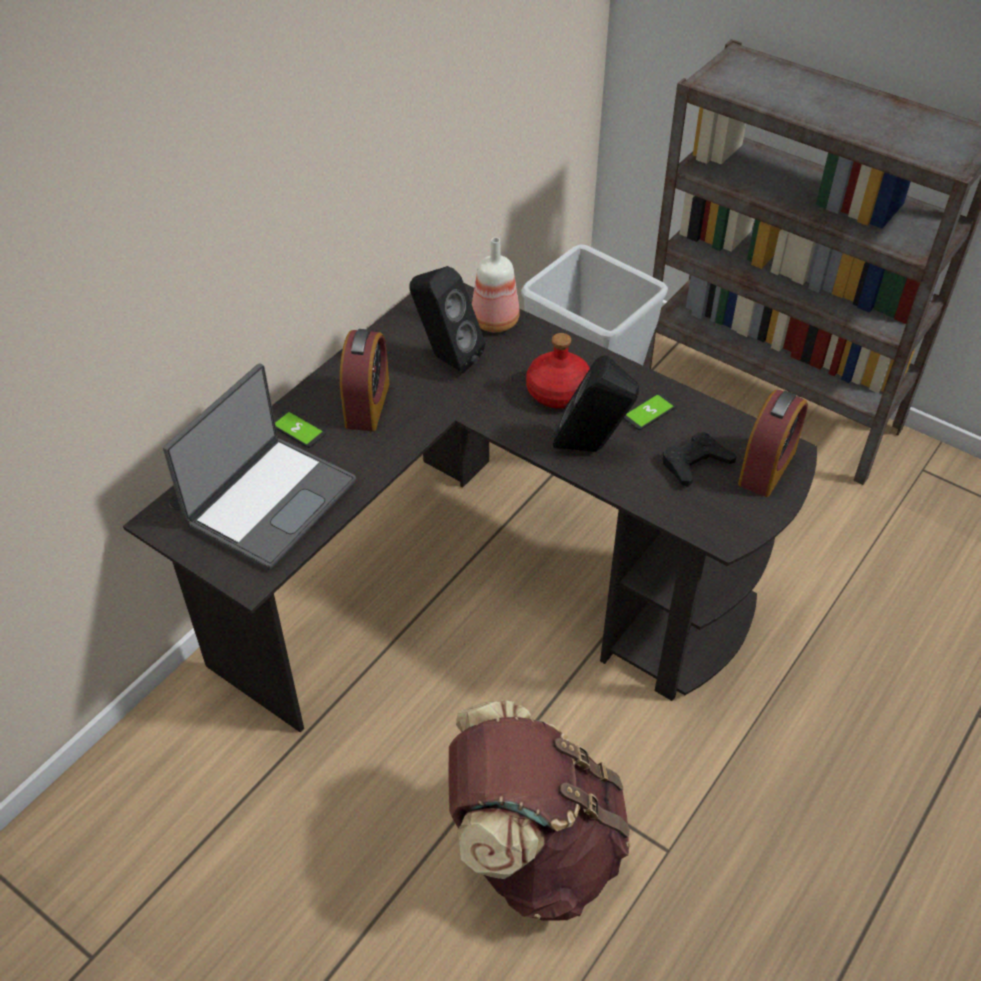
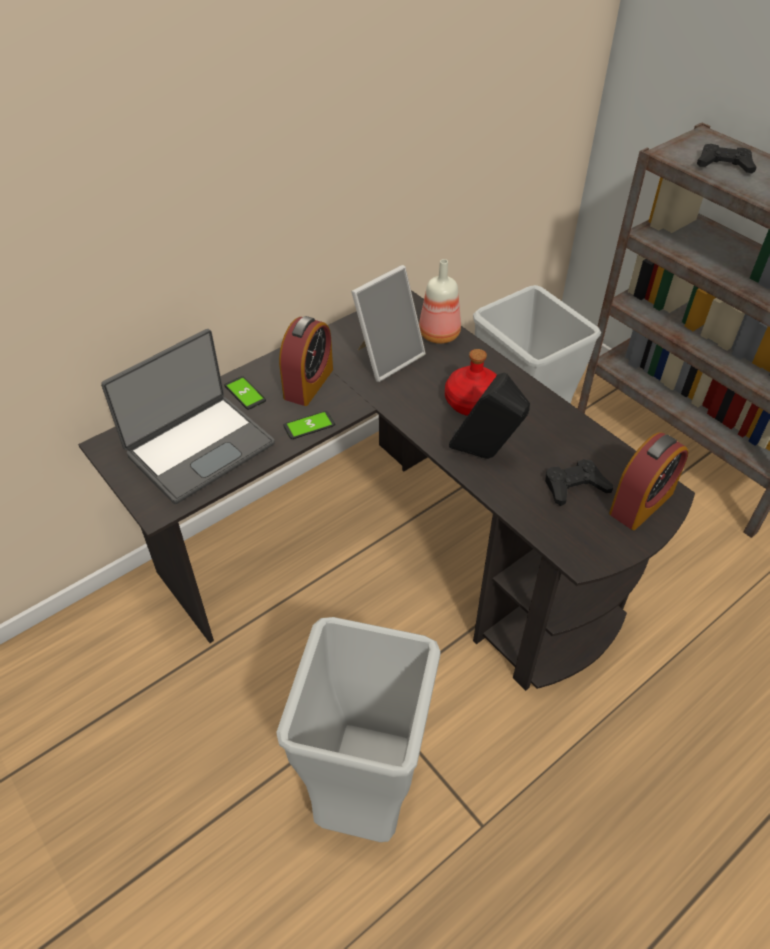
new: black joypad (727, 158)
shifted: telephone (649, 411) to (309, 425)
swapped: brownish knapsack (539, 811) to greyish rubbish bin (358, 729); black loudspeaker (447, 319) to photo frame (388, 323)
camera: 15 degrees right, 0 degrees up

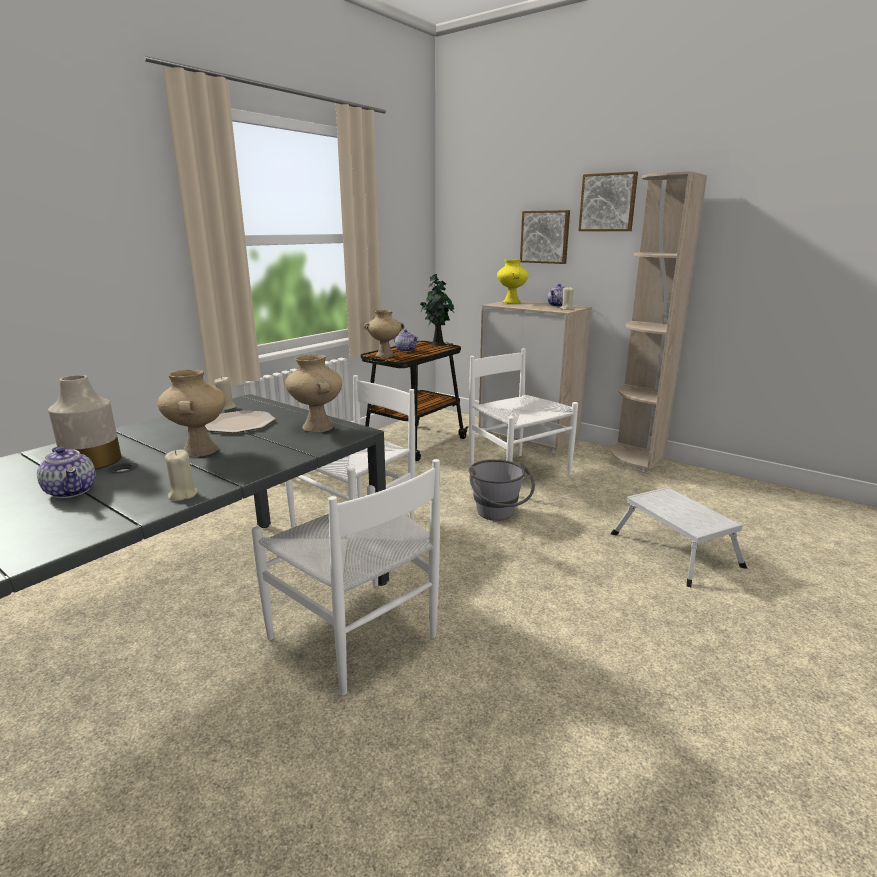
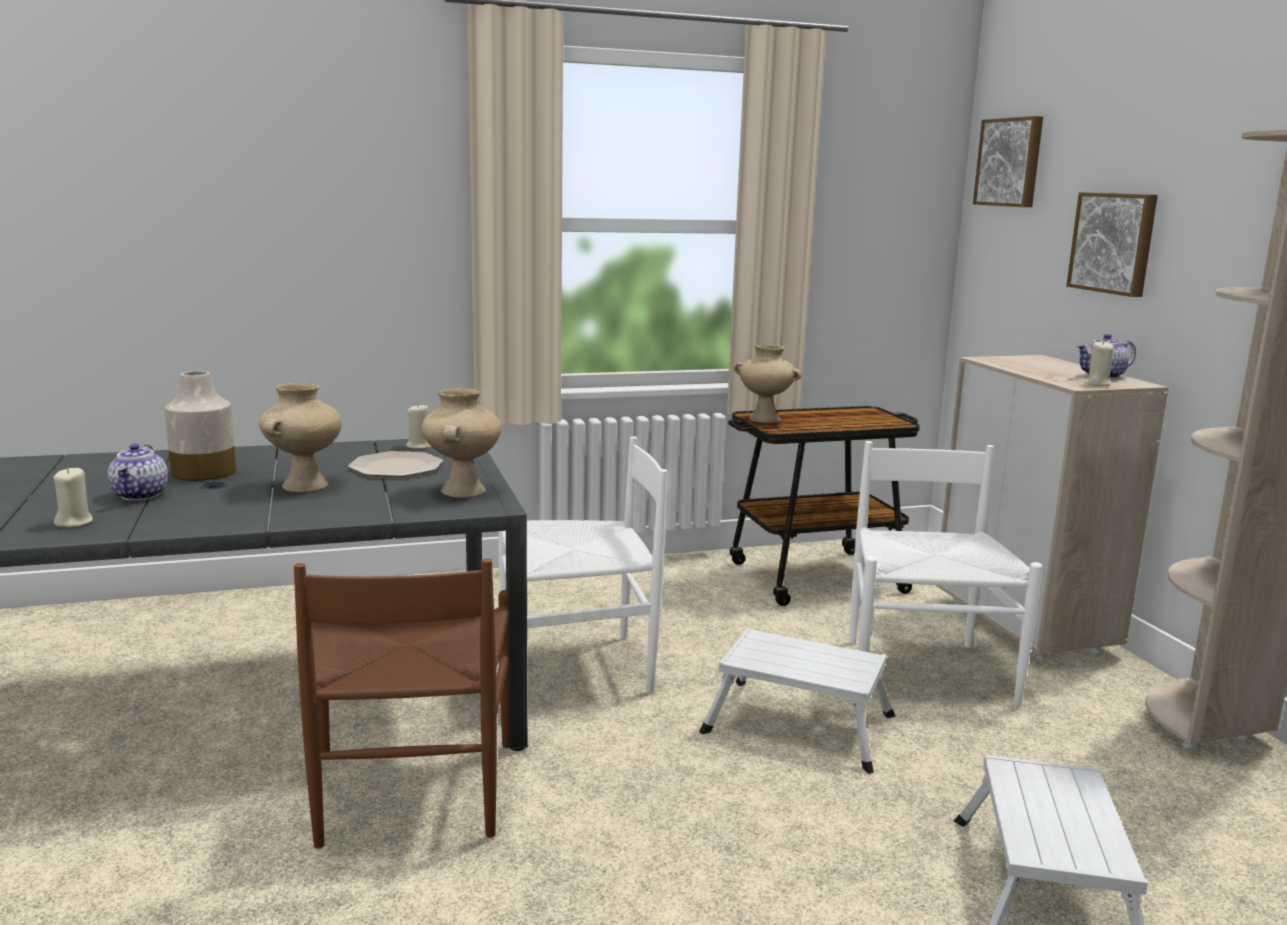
gone: pot for tea (406, 340); plant in a pot (437, 310); yellow-coloured flower vase (513, 281)
shifted: beige-coloured candle (181, 475) to (73, 497); wall art (608, 201) to (1008, 161)
swapped: greyish water bucket (502, 490) to whitish stepladder (797, 701)
repainted: whitish chair (346, 577) to brownish chair (401, 703)
camera: 35 degrees right, 5 degrees down

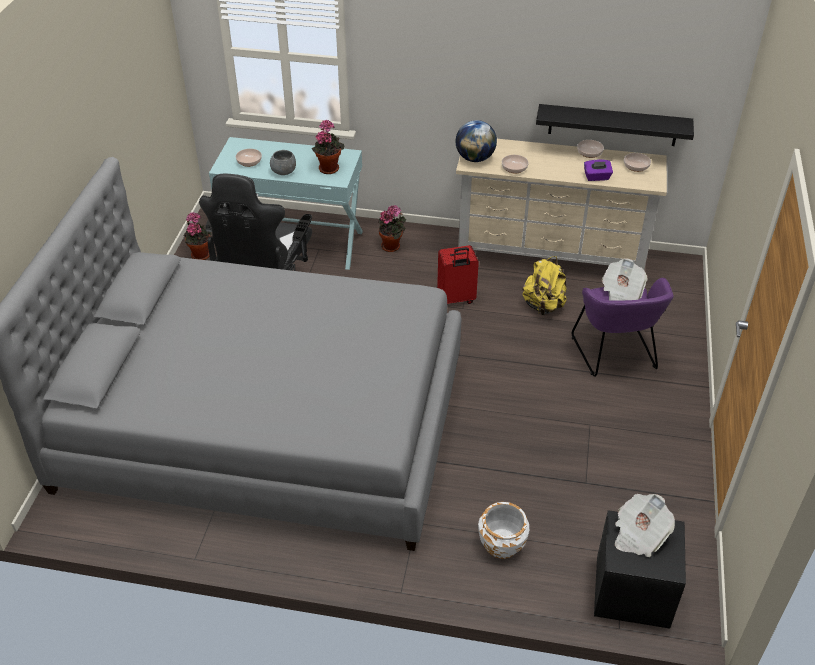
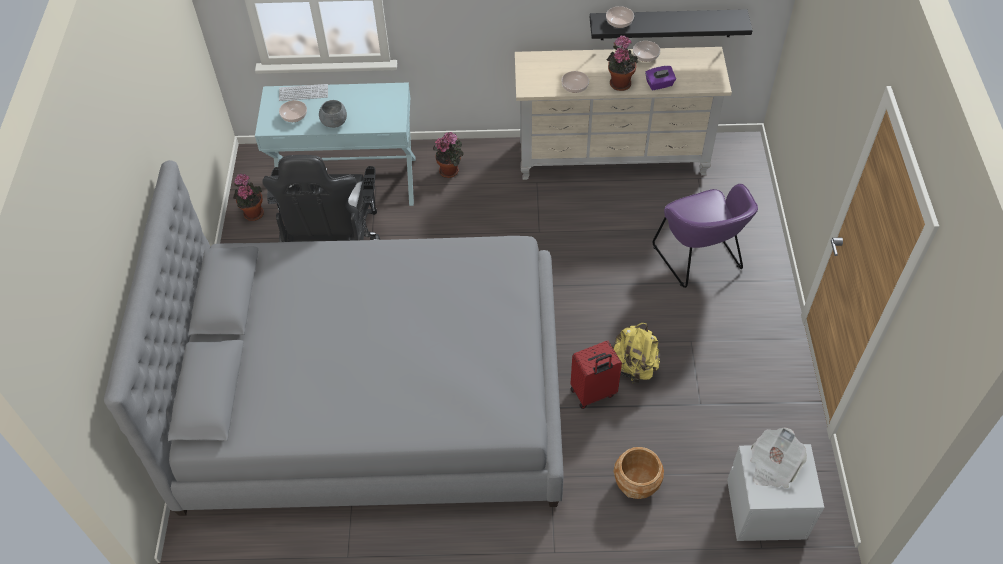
gone: world globe (476, 141); printed paper (625, 279)
new: computer keyboard (303, 92)
shifted: red-coloured suitcase (458, 275) to (596, 375); bowl (637, 162) to (620, 17); plant in a pot (328, 147) to (622, 63); yellow-coloured knapsack (544, 285) to (636, 353)
repainted: whitish planter (503, 530) to brownish planter (639, 473); black bedside table (640, 569) to whitish bedside table (775, 492)
camera: 10 degrees left, 10 degrees up

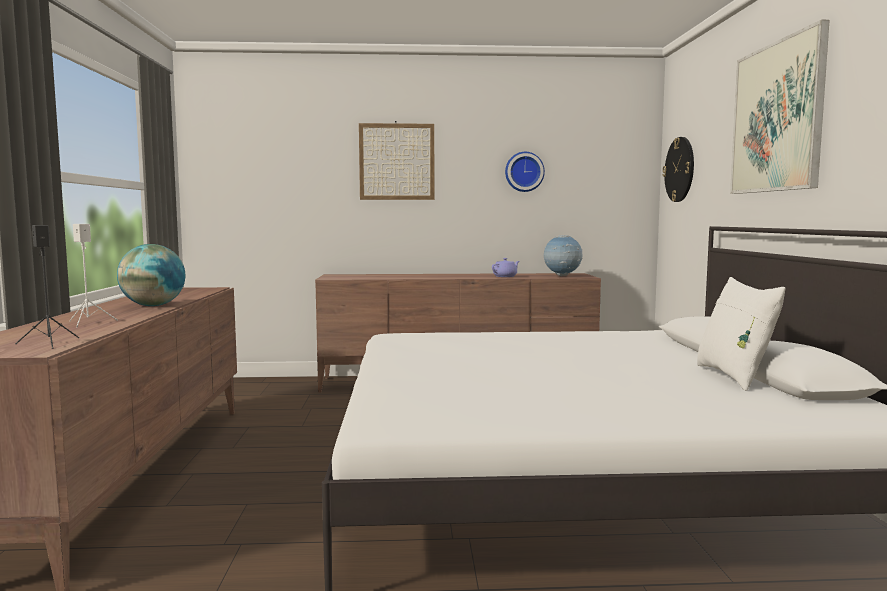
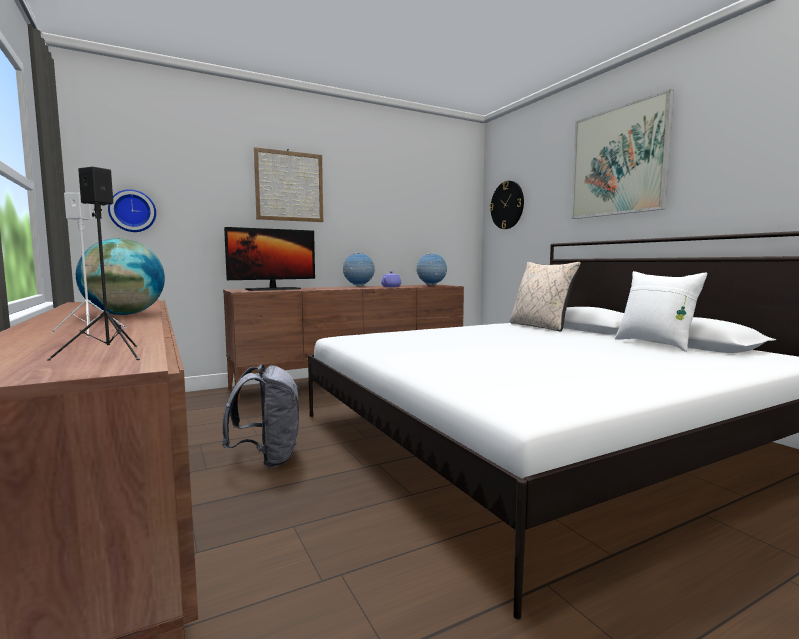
new: greyish knapsack (260, 416); monitor (269, 259); world globe (359, 269); beige-coloured cushion (545, 297)
shifted: clock on the wall (525, 172) to (132, 210)
camera: 25 degrees left, 0 degrees up

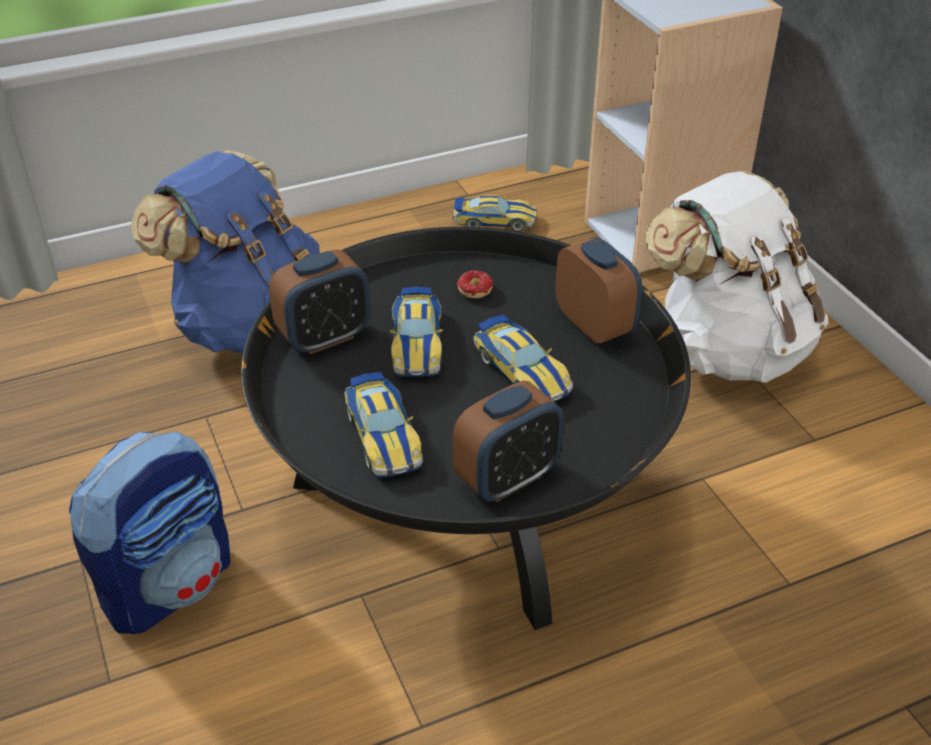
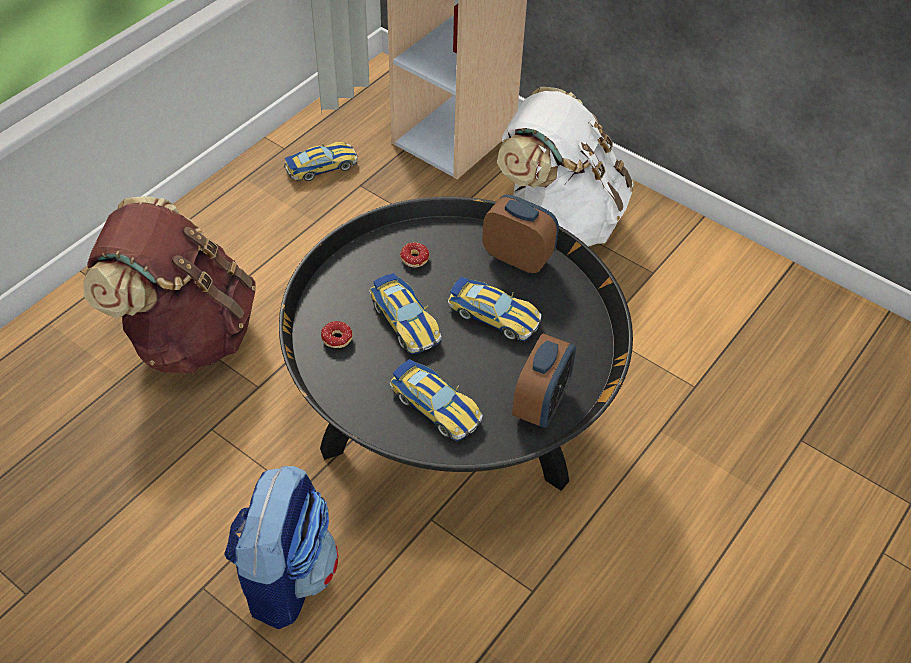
swapped: bedside clock (319, 302) to ring doughnut (337, 334)
repainted: blue knapsack (225, 252) to brownish knapsack (169, 285)
camera: 30 degrees left, 10 degrees up

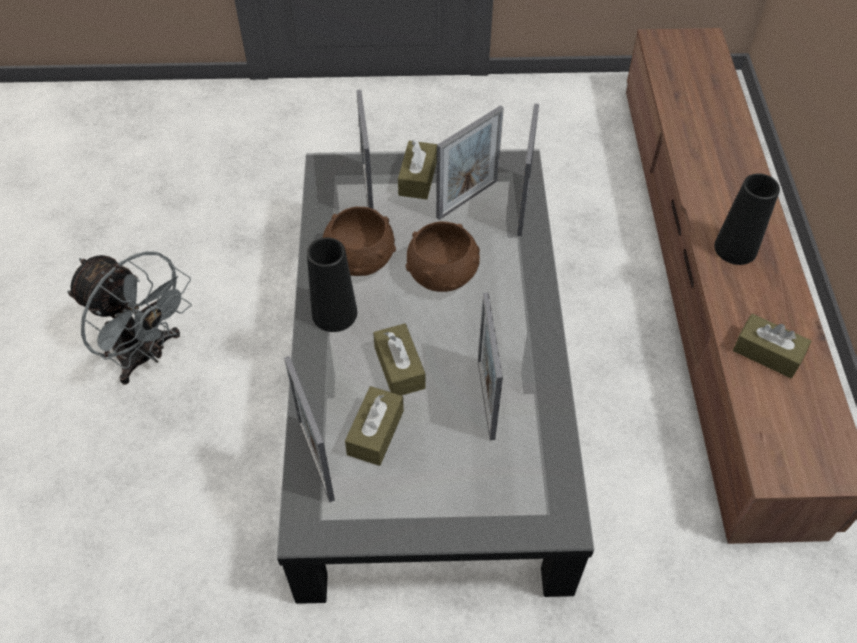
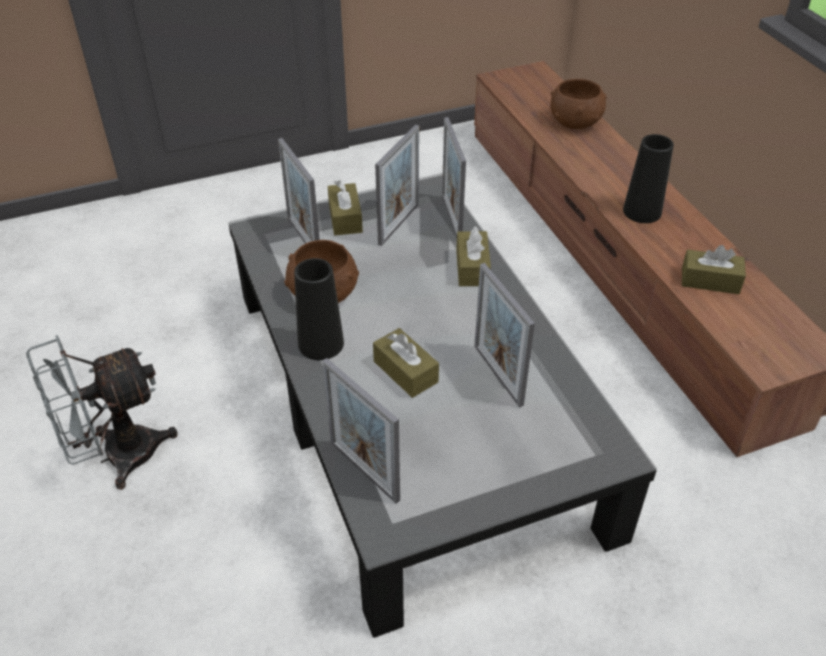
shifted: brownish tissue holder (374, 426) to (473, 256); brownish bowl (442, 256) to (579, 104)
rotated: greyish fan (129, 318) = (102, 412) 135 degrees clockwise
camera: 20 degrees left, 10 degrees down

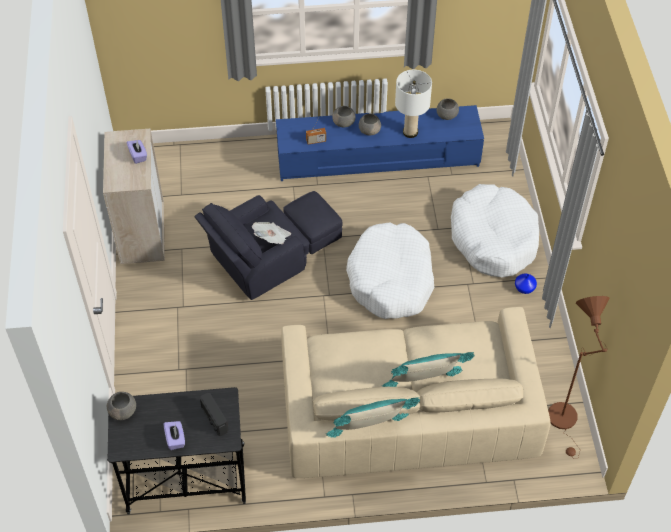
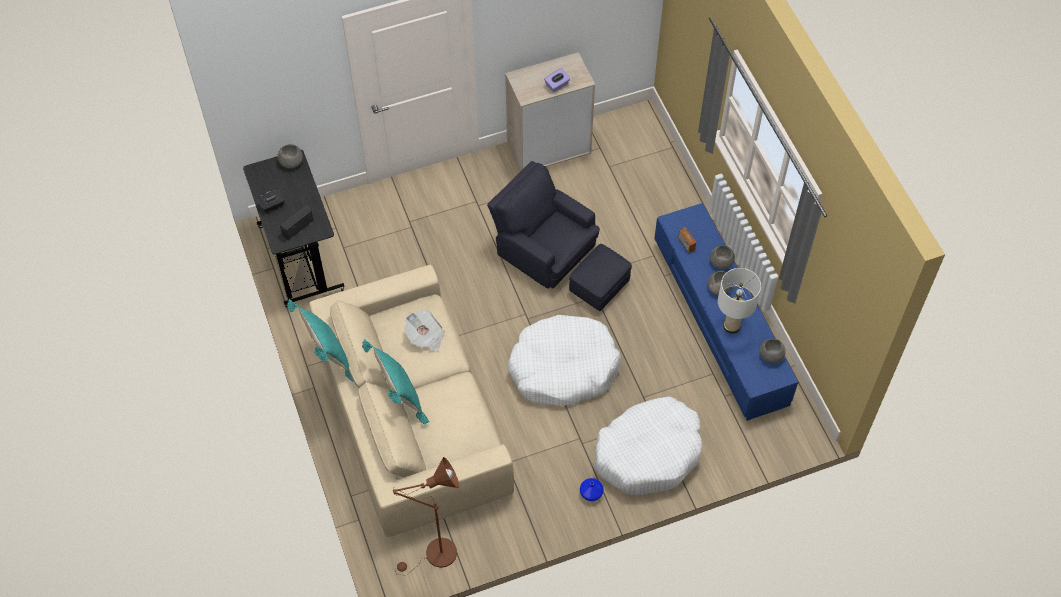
shifted: printed paper (271, 233) to (424, 331)
repainted: purplish tissue holder (174, 435) to black tissue holder (271, 201)
camera: 75 degrees right, 5 degrees up

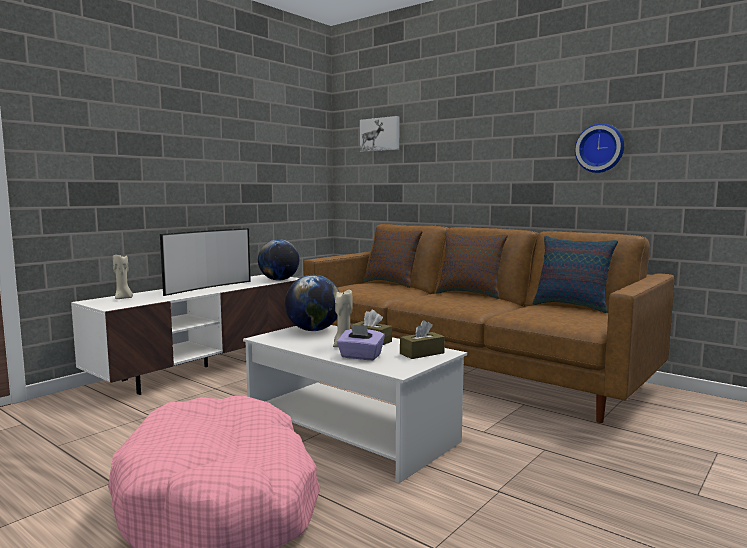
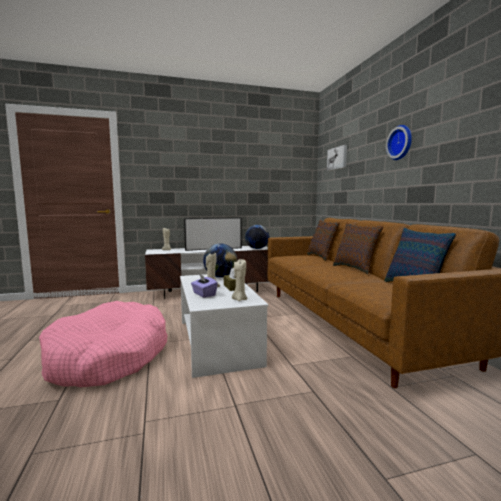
shifted: clock on the wall (599, 148) to (399, 142)
swapped: brownish tissue holder (422, 339) to beige-coloured candle (239, 280)
camera: 35 degrees right, 0 degrees up

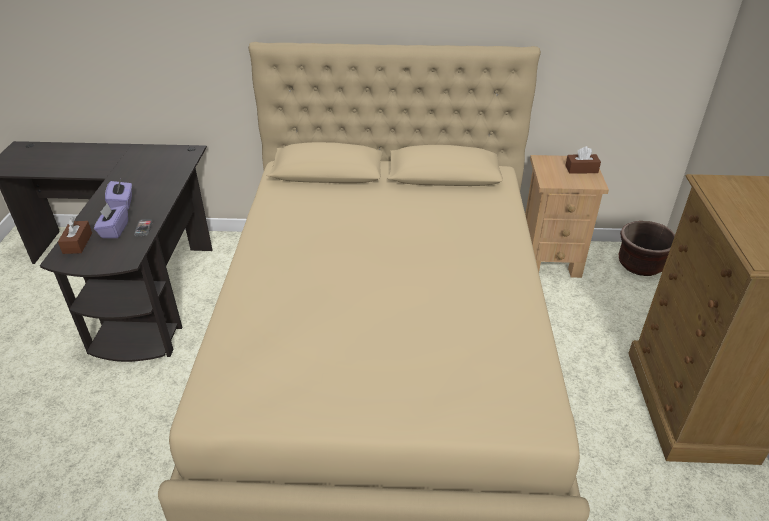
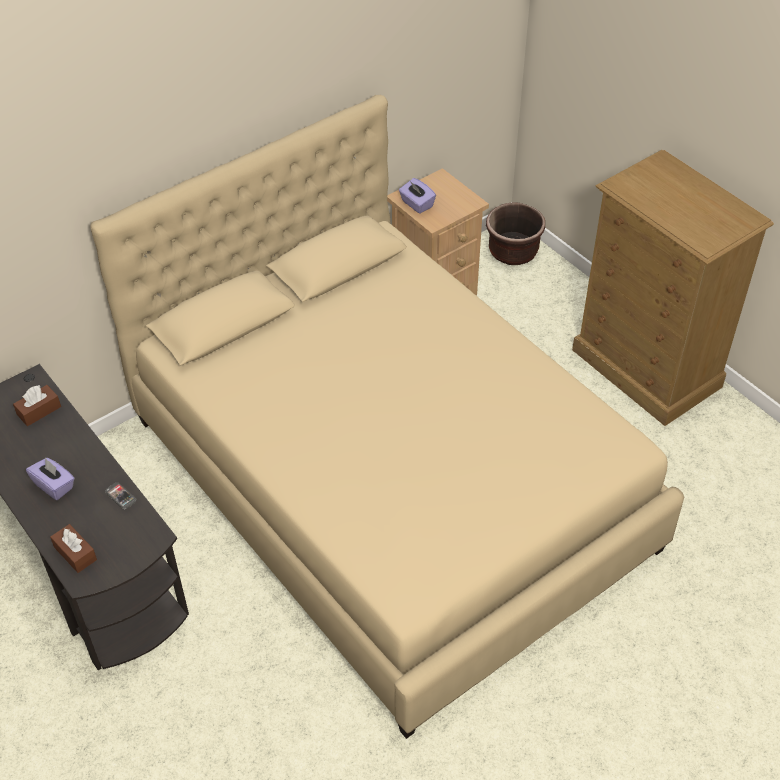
shifted: brownish tissue holder (583, 160) to (37, 405); purplish tissue holder (111, 221) to (417, 196)
camera: 40 degrees left, 10 degrees up

